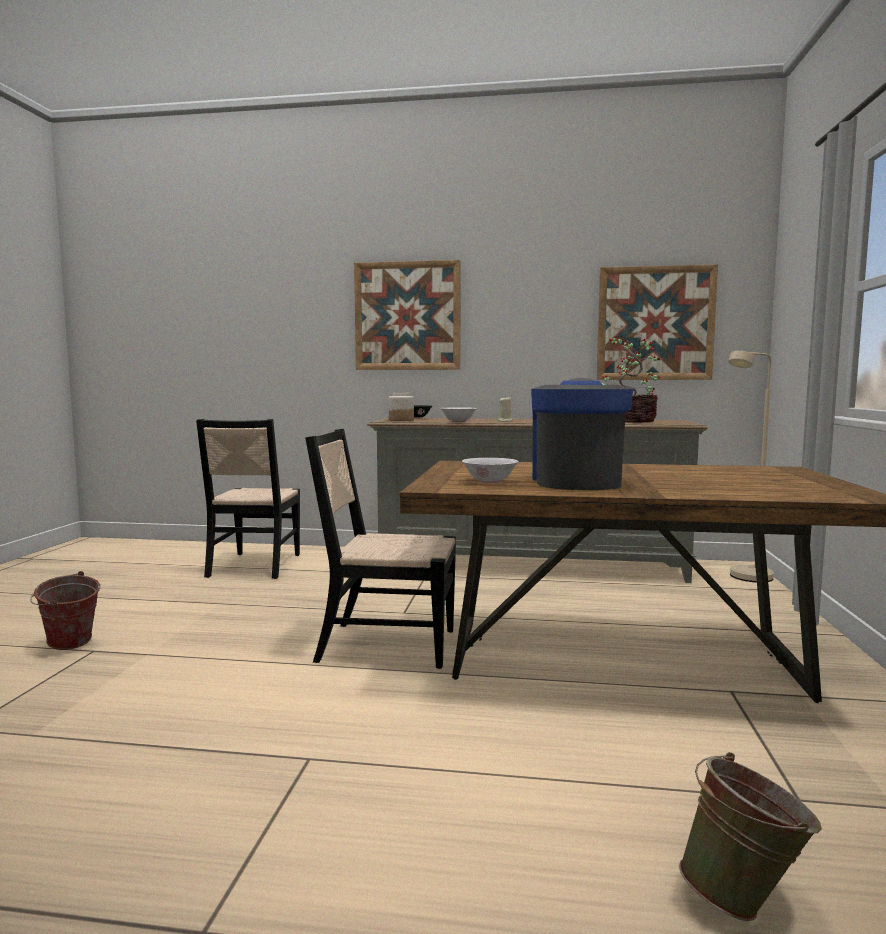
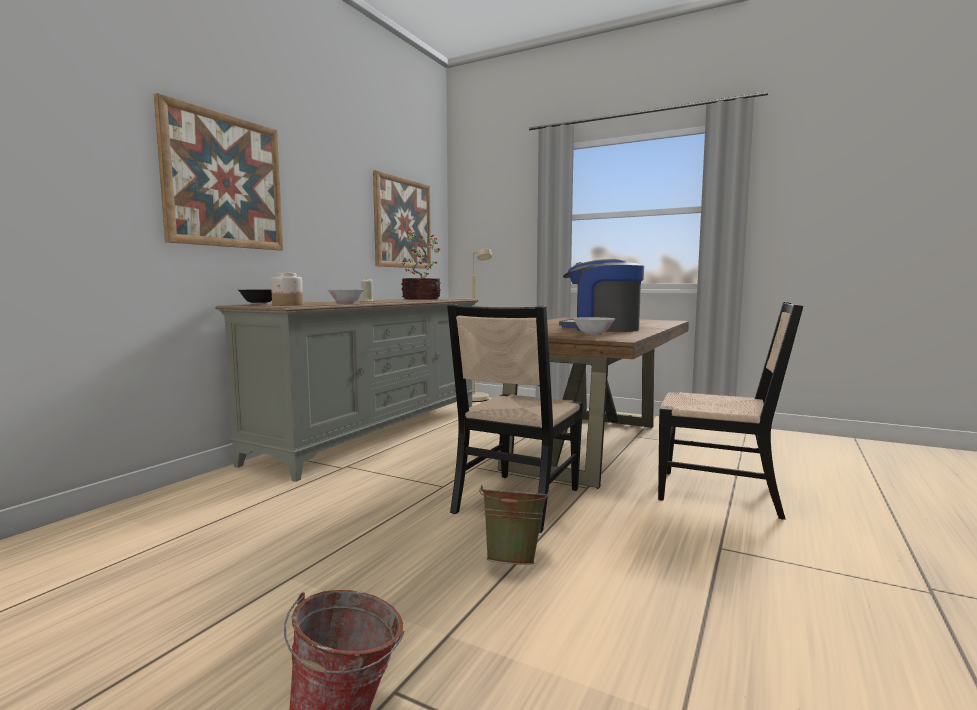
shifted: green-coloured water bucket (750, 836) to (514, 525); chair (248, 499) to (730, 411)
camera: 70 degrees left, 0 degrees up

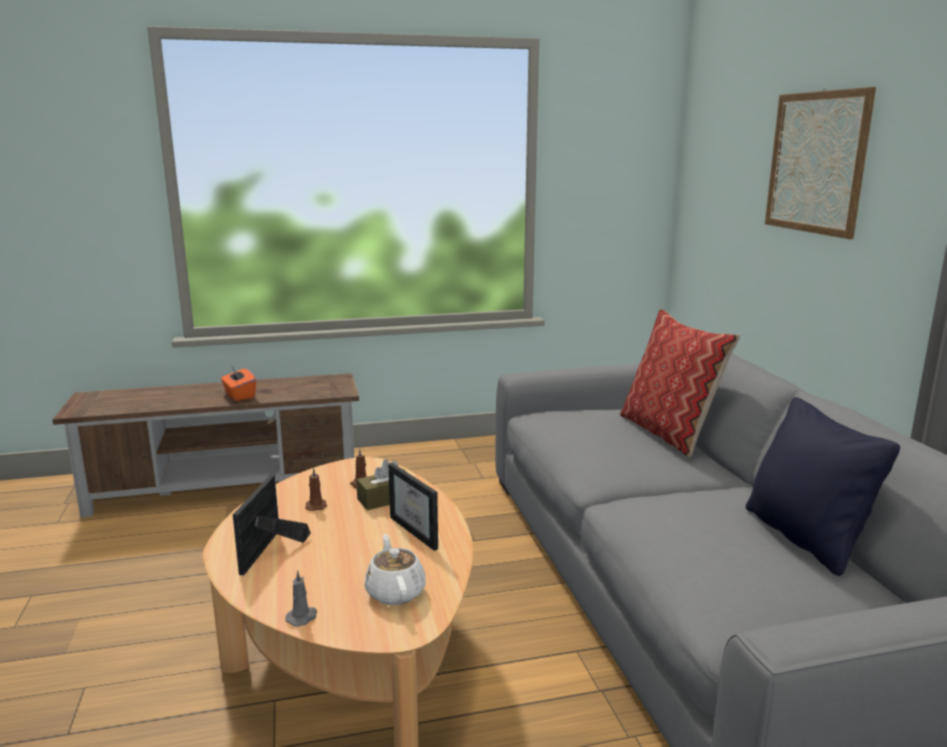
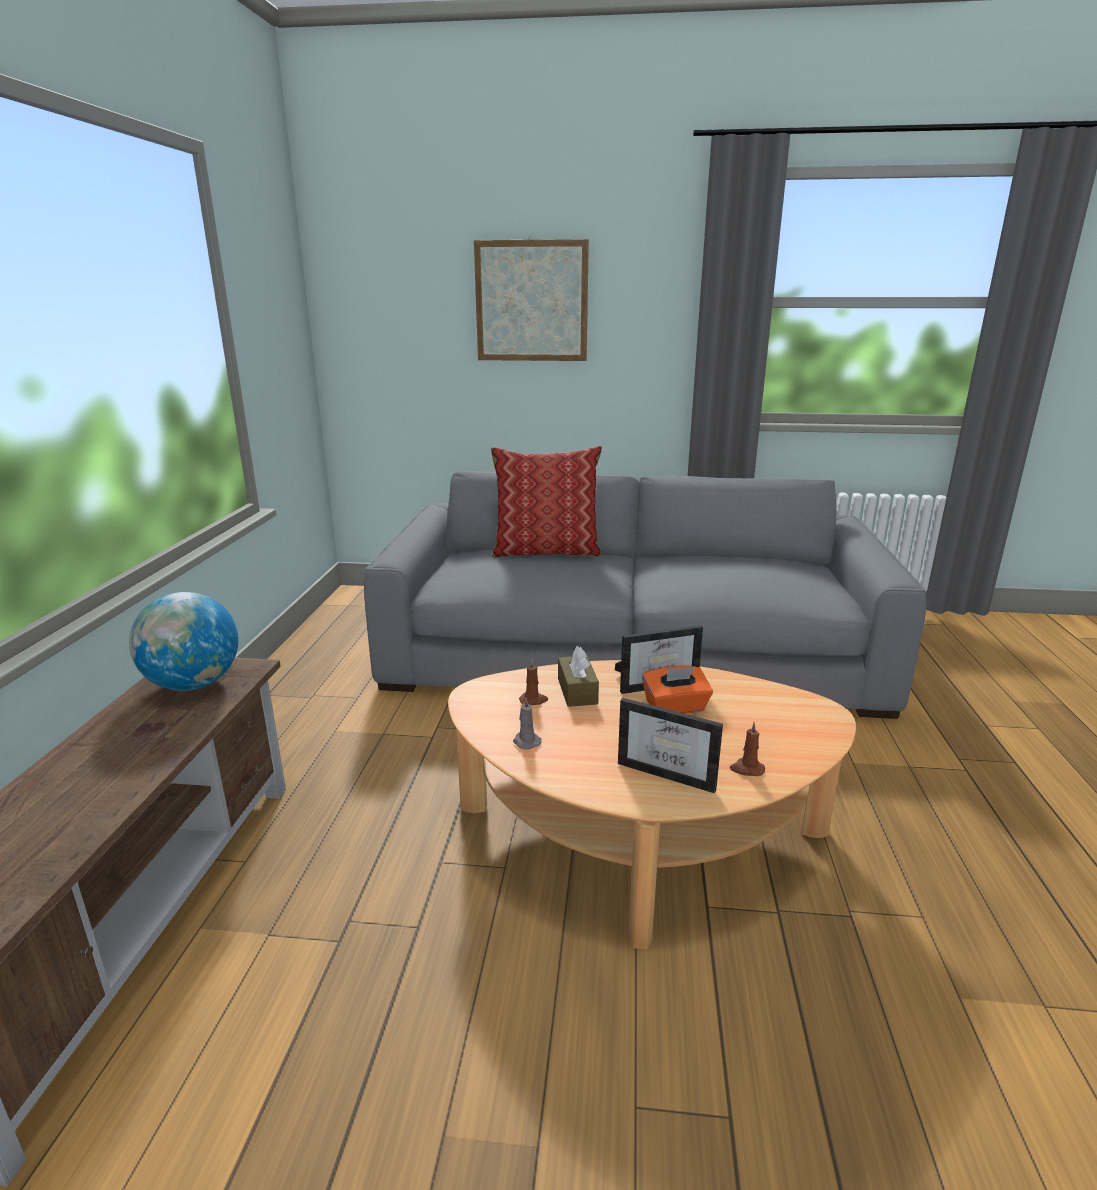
gone: whitish pot for tea (395, 569); black cushion (823, 486)
new: world globe (183, 641)
shifted: greyish candle (301, 598) to (527, 723); orange tissue holder (238, 384) to (677, 690); brownish candle (316, 489) to (747, 749)
camera: 70 degrees left, 5 degrees up

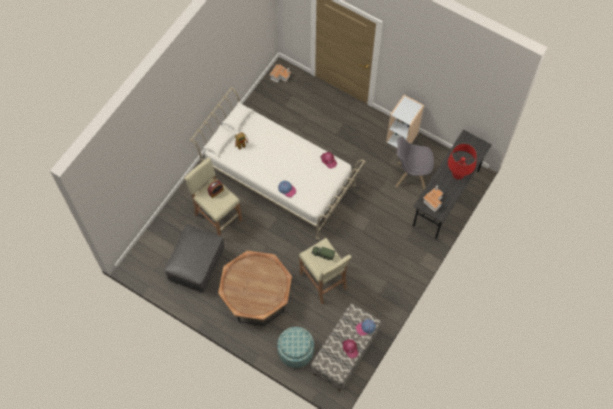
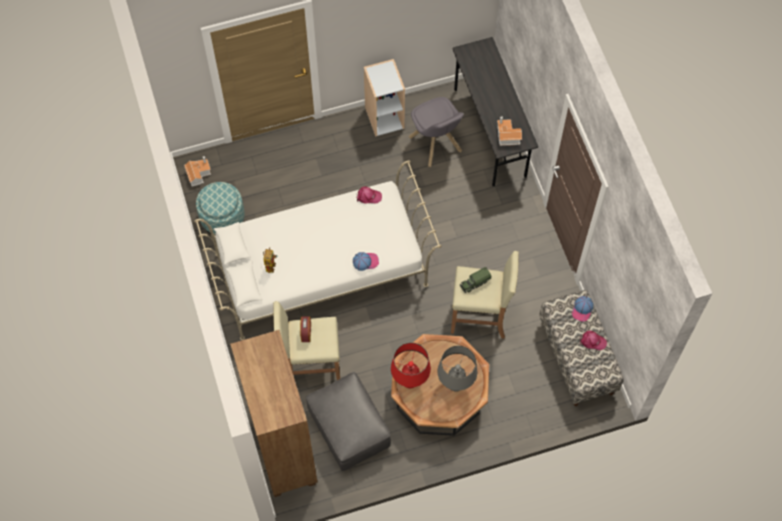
new: brownish shelving unit (273, 413); greyish table lamp (457, 369)
shifted: pouffe (295, 347) to (220, 208); red-coloured table lamp (462, 161) to (411, 365)
rotated: greyish chair (414, 163) = (436, 132) 75 degrees counterclockwise
camera: 50 degrees left, 0 degrees up

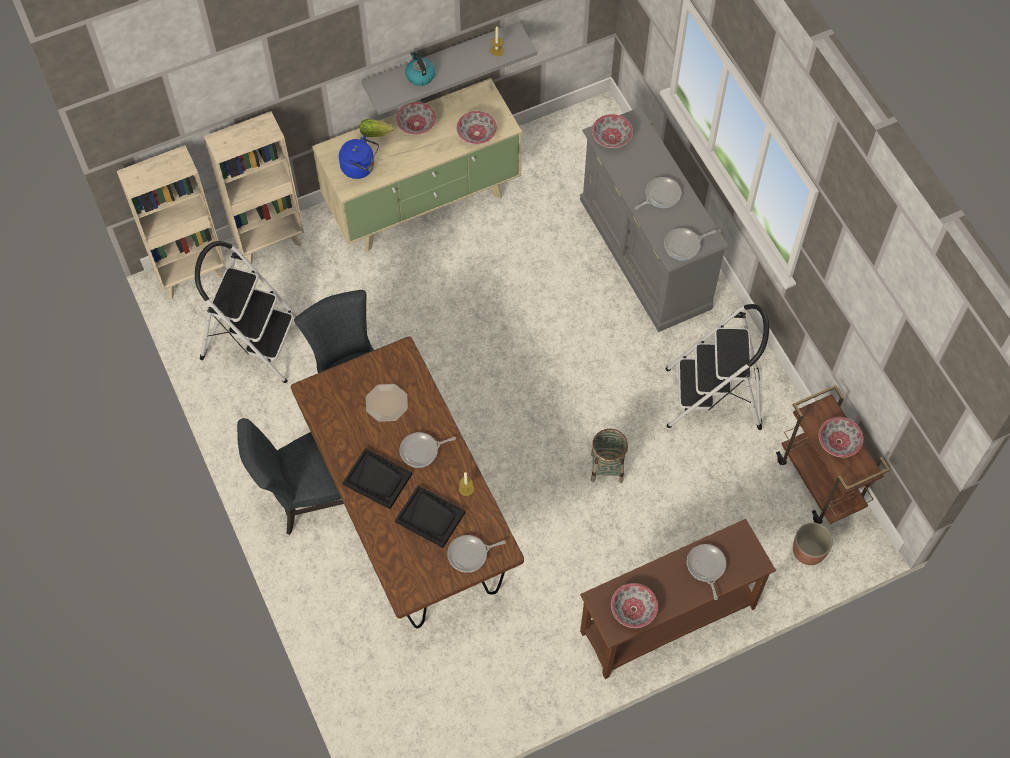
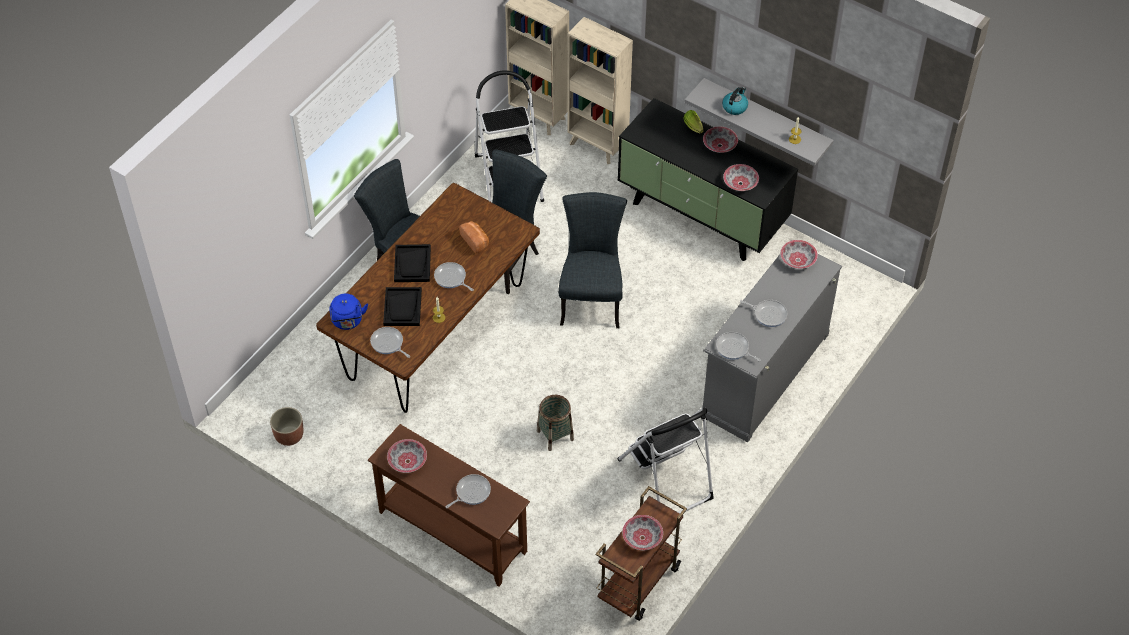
new: greyish chair (592, 260)
shifted: planter (813, 544) to (286, 426); blue water kettle (359, 157) to (349, 312)
swapped: dinner plate (387, 403) to baked bread (474, 237)
repainted: beige-coloured drawer chest (417, 165) to black drawer chest (708, 179)
camera: 60 degrees right, 10 degrees down

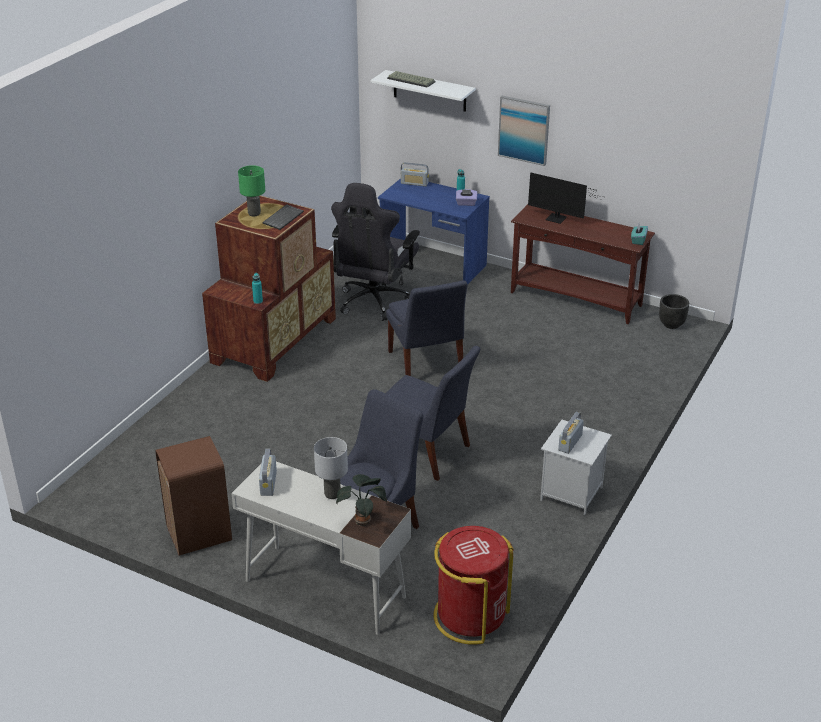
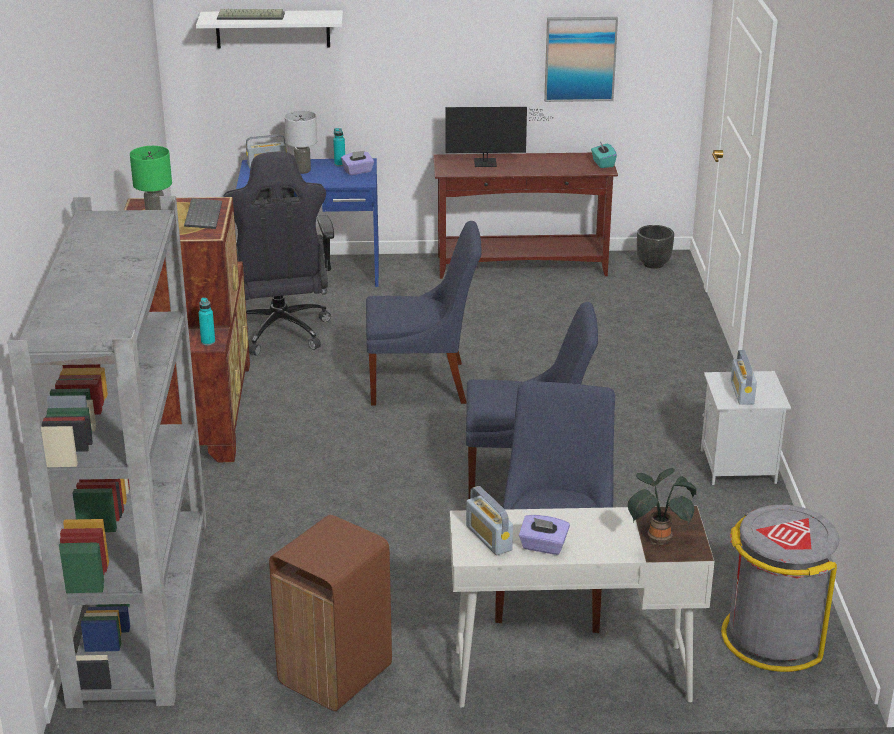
new: greyish shelving unit (107, 452); purplish tissue holder (544, 535)
shifted: whitish table lamp (331, 468) to (300, 142); wall art (524, 131) to (581, 59)
repainted: red-coloured rubbish bin (474, 585) to greyish rubbish bin (780, 588)
rotated: blue chair (427, 328) = (423, 313) 45 degrees counterclockwise
camera: 30 degrees left, 5 degrees down

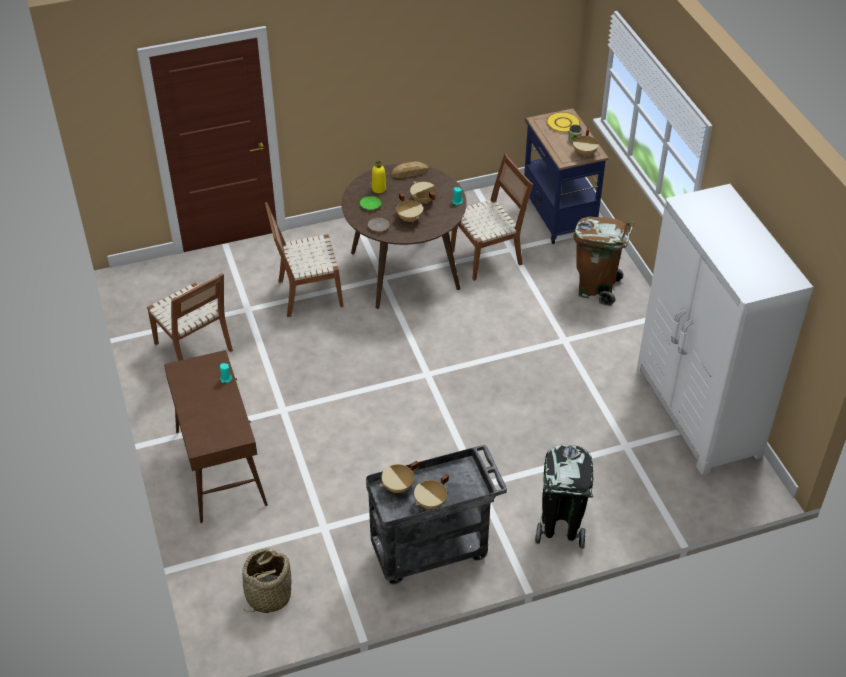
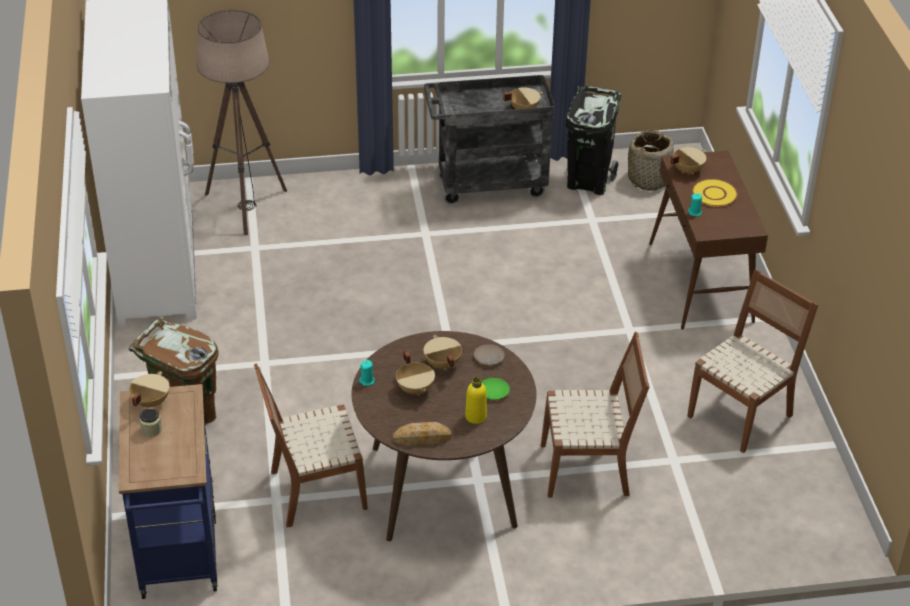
new: standing lamp (242, 122)
shifted: black rubbish bin (564, 497) to (593, 140); beige-coloured cooking pot (431, 491) to (688, 160); yellow-coloured dinner plate (563, 122) to (715, 193)
rotated: chair (190, 317) = (752, 361) 75 degrees clockwise
camera: 170 degrees left, 5 degrees down

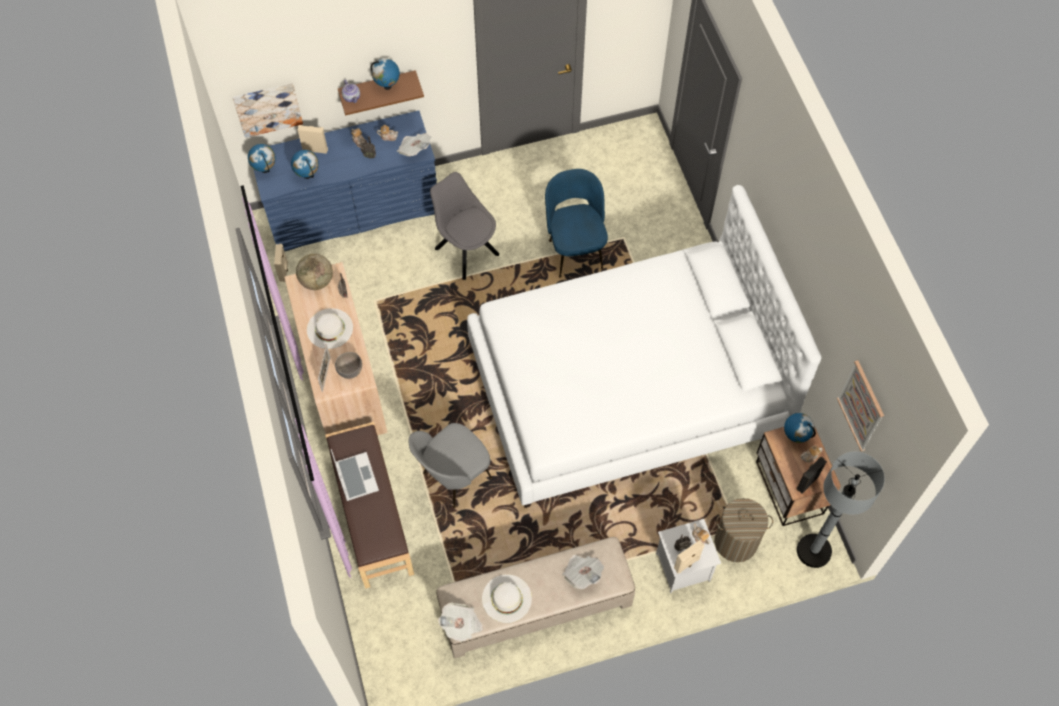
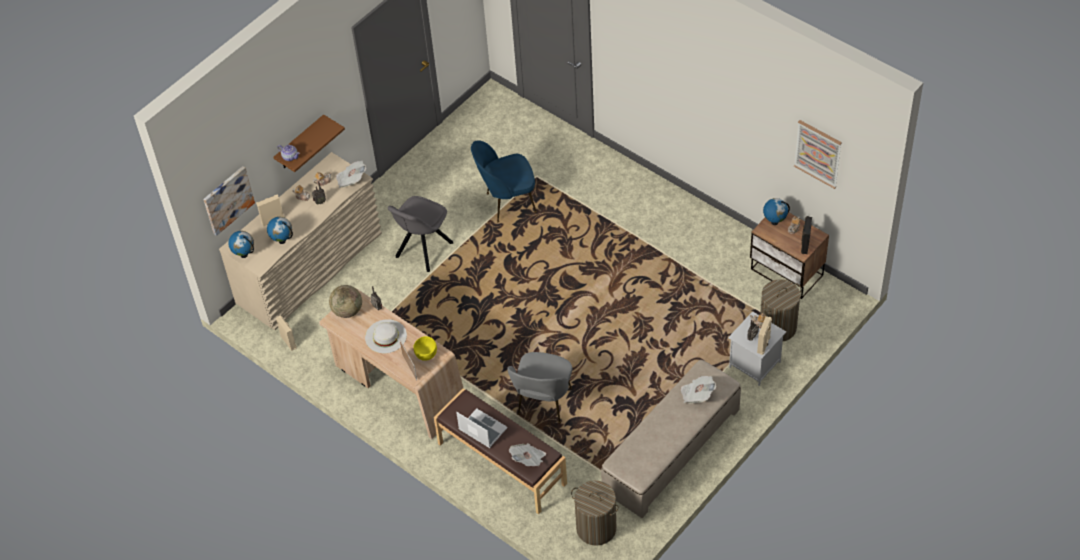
gone: world globe (385, 74); whitish bedroom bed (644, 346); whitish clothing hat (507, 599); greyish standing lamp (841, 510)
new: laundry basket (595, 513)
shifted: printed paper (460, 622) to (527, 454)
repainted: blue drawer chest (343, 181) to beige-coloured drawer chest (300, 241); greyish bowl (348, 365) to yellow-coloured bowl (425, 348)
rotated: greyish chair (464, 226) = (420, 234) 75 degrees counterclockwise; blue chair (576, 223) = (504, 181) 60 degrees counterclockwise
camera: 30 degrees left, 10 degrees down

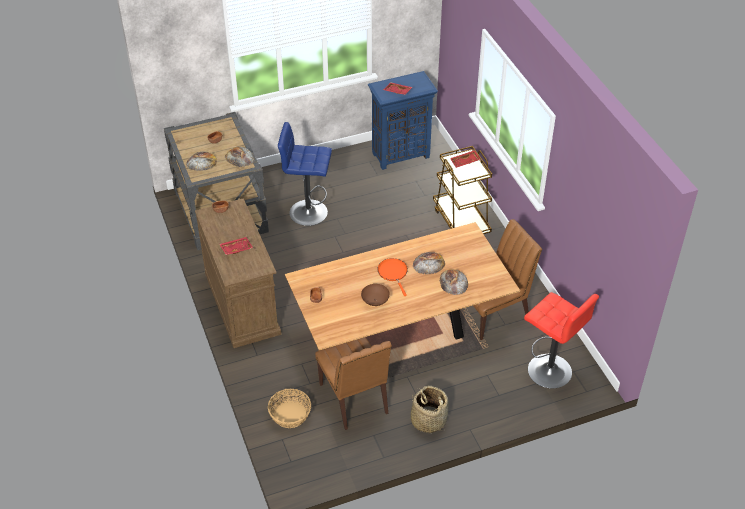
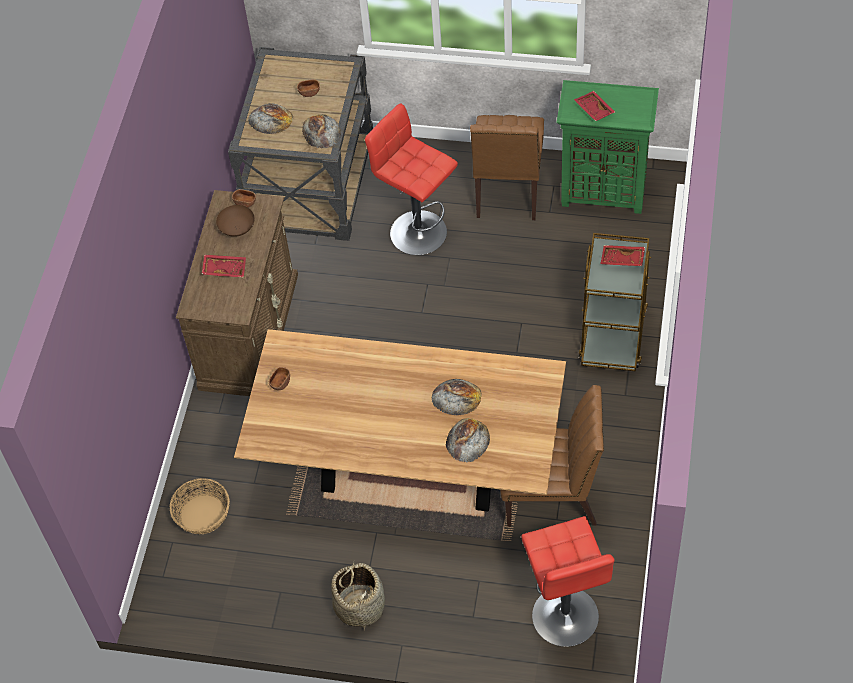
gone: orange frying pan (392, 277)
shifted: brownish bowl (375, 295) to (235, 221); brownish chair (353, 383) to (507, 167)
repainted: blue stool (305, 174) to red-coloured stool (411, 179); blue storage cabinet (402, 120) to green-coloured storage cabinet (607, 147)
camera: 35 degrees right, 10 degrees up

